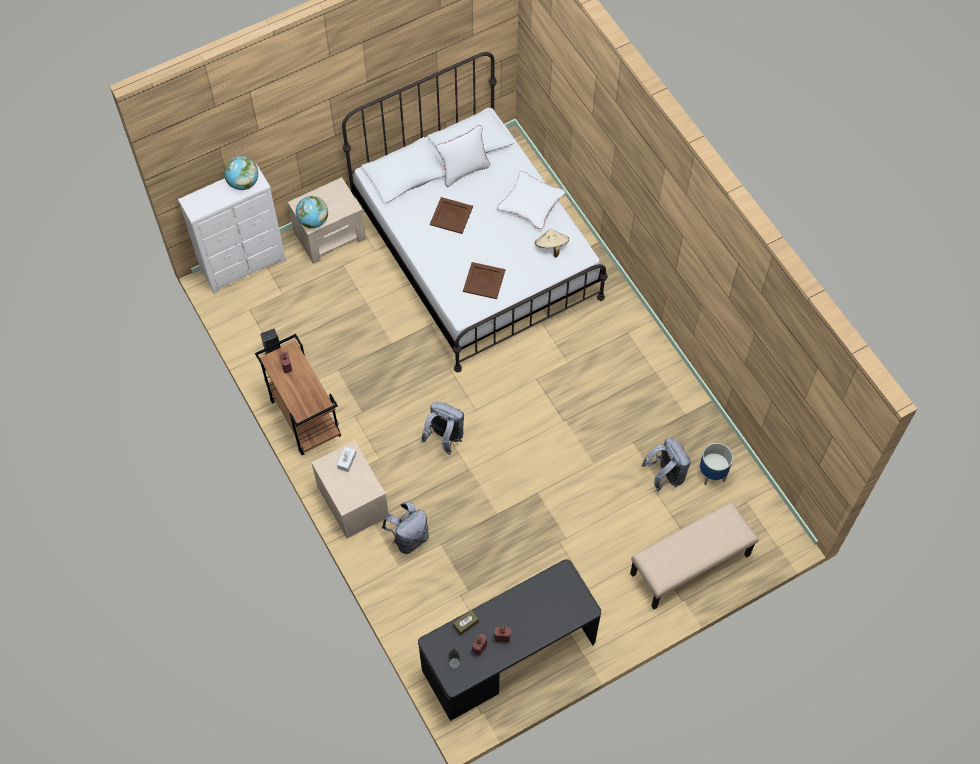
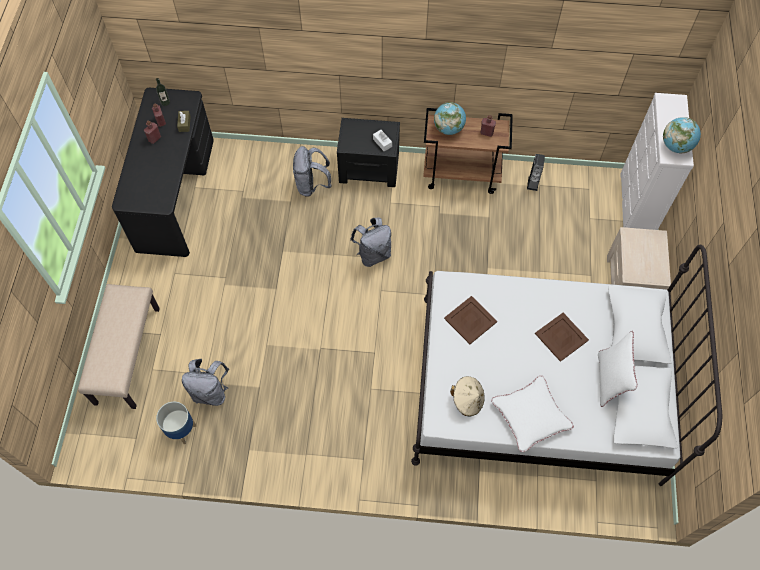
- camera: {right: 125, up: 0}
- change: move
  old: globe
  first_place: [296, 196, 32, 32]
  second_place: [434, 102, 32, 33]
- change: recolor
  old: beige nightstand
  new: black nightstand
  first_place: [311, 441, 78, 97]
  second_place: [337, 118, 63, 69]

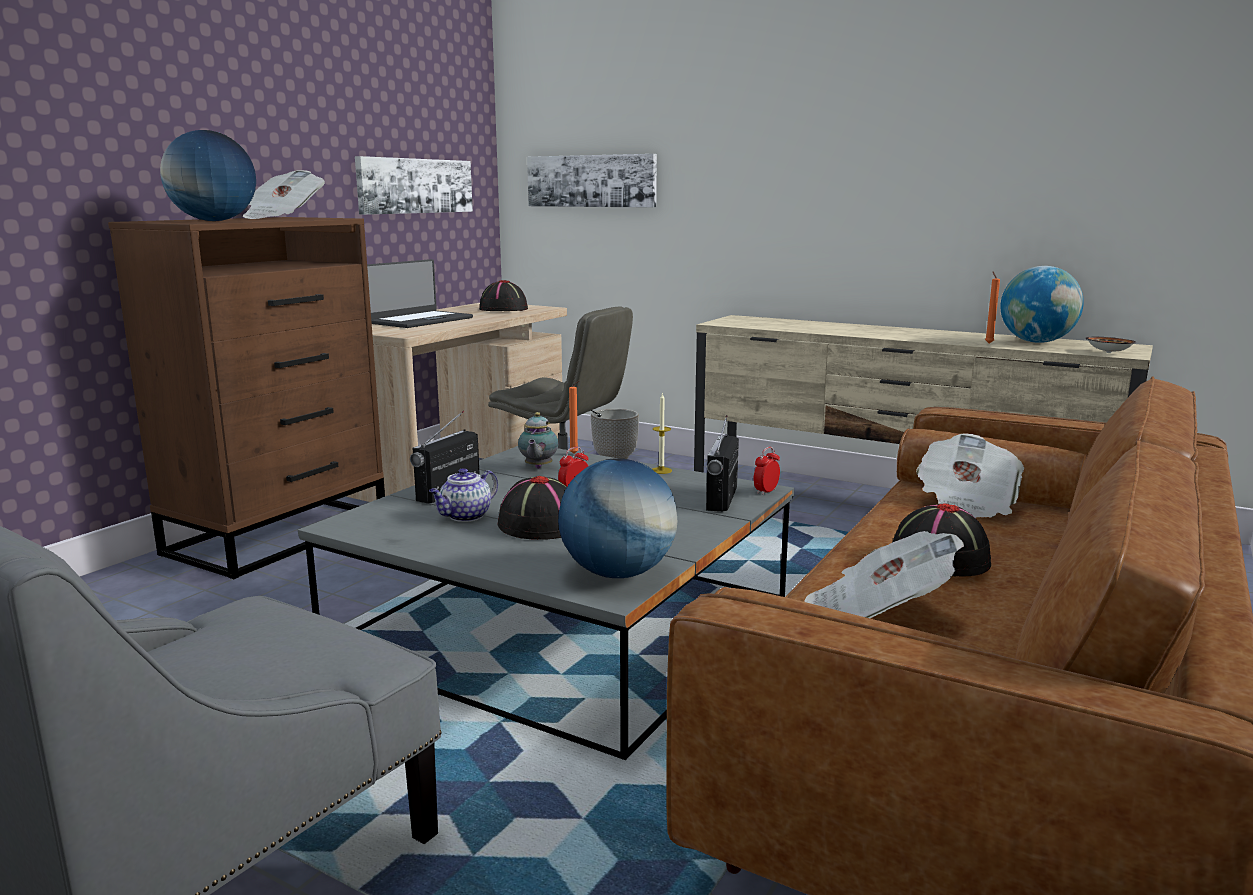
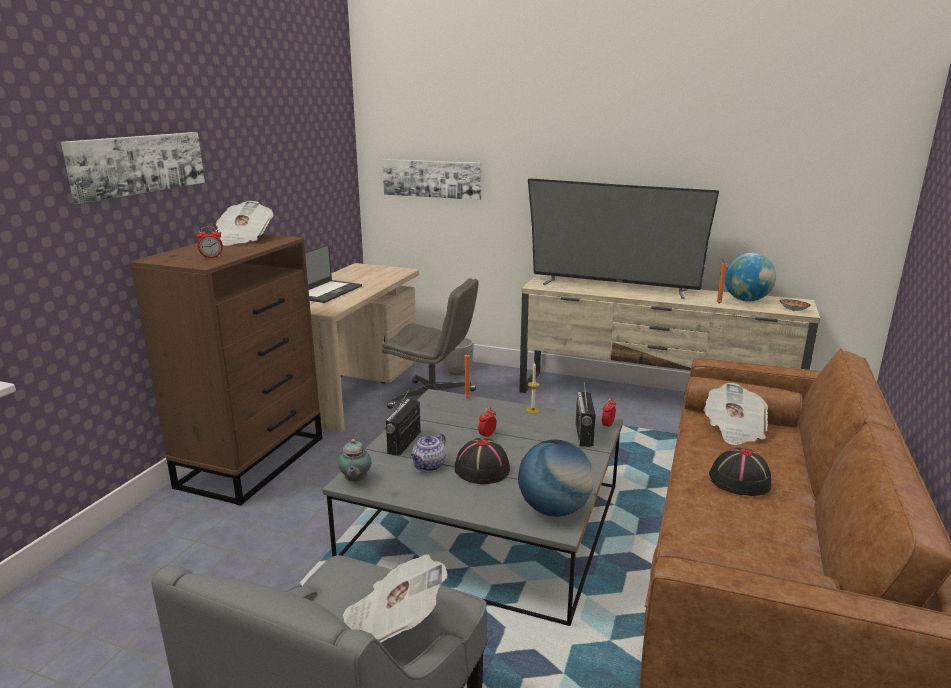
- camera: {right: -10, up: 5}
- change: replace
  old: globe
  new: alarm clock
  first_place: [160, 130, 96, 91]
  second_place: [197, 226, 26, 33]
- change: move
  old: picture
  first_place: [355, 156, 118, 59]
  second_place: [61, 132, 144, 72]
- change: delete
  old: black hat
  first_place: [479, 280, 49, 31]
- change: move
  old: teapot
  first_place: [518, 412, 40, 57]
  second_place: [338, 439, 33, 43]
- change: move
  old: newspaper
  first_place: [804, 531, 160, 87]
  second_place: [343, 555, 104, 87]
- change: insert
  new: television
  second_place: [528, 178, 191, 121]

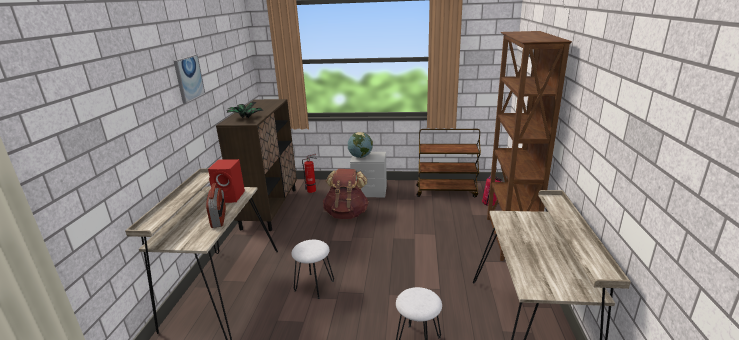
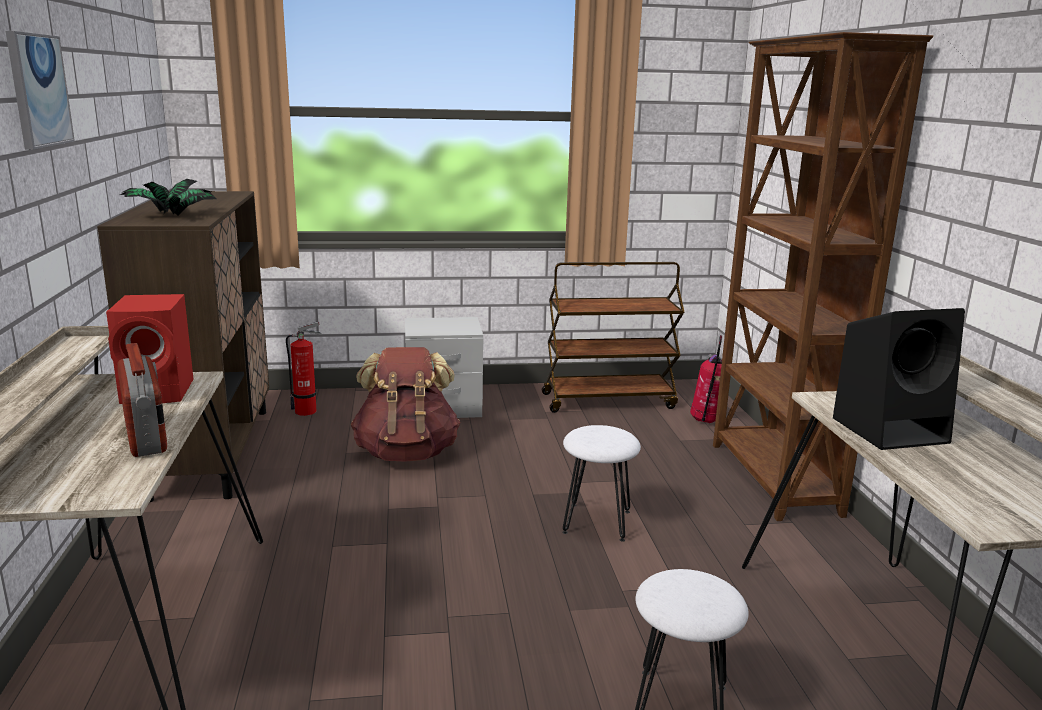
- camera: {right: -15, up: -5}
- change: delete
  old: globe
  first_place: [348, 132, 25, 26]
- change: move
  old: white stool
  first_place: [291, 240, 43, 59]
  second_place: [562, 425, 79, 117]
- change: insert
  new: black speaker
  second_place: [833, 308, 132, 142]

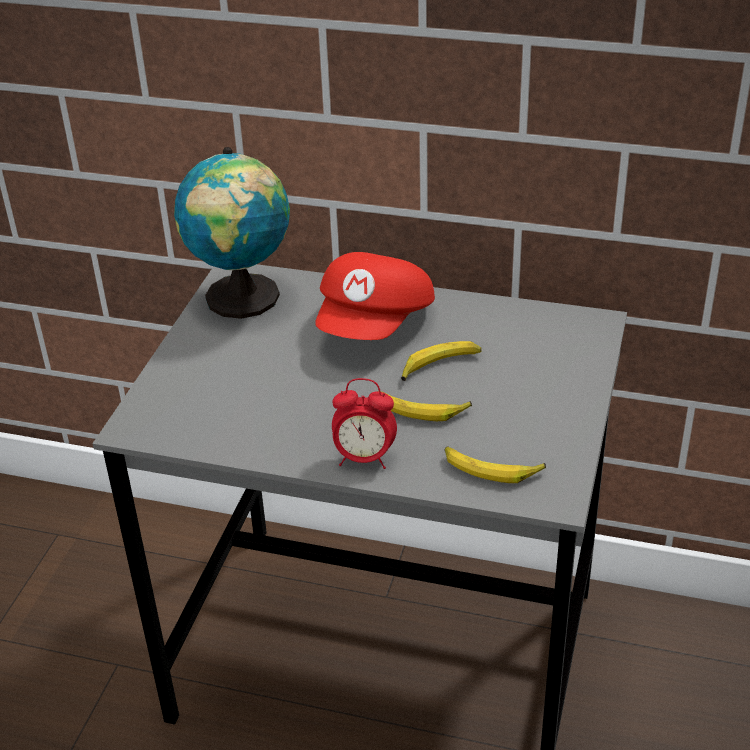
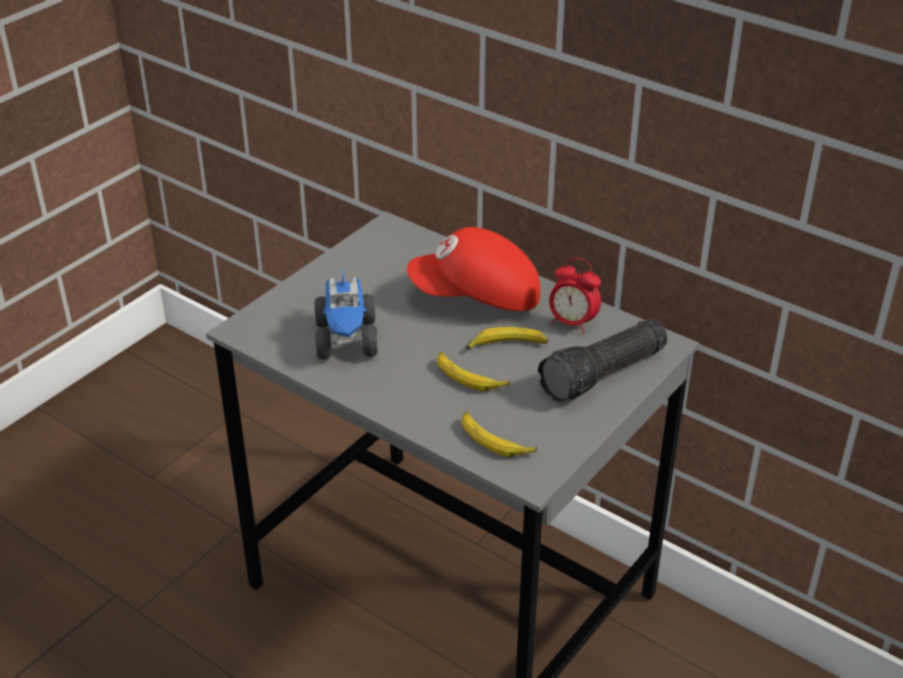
- camera: {right: 20, up: 0}
- change: delete
  old: globe
  first_place: [174, 147, 116, 172]
- change: rotate
  old: red cap
  first_place: [315, 252, 120, 88]
  second_place: [407, 227, 133, 84]
  degrees: 45
- change: move
  old: alarm clock
  first_place: [332, 378, 65, 91]
  second_place: [549, 258, 52, 76]
- change: insert
  new: toy truck
  second_place: [315, 266, 63, 94]
- change: insert
  new: flashlight
  second_place: [538, 319, 130, 83]

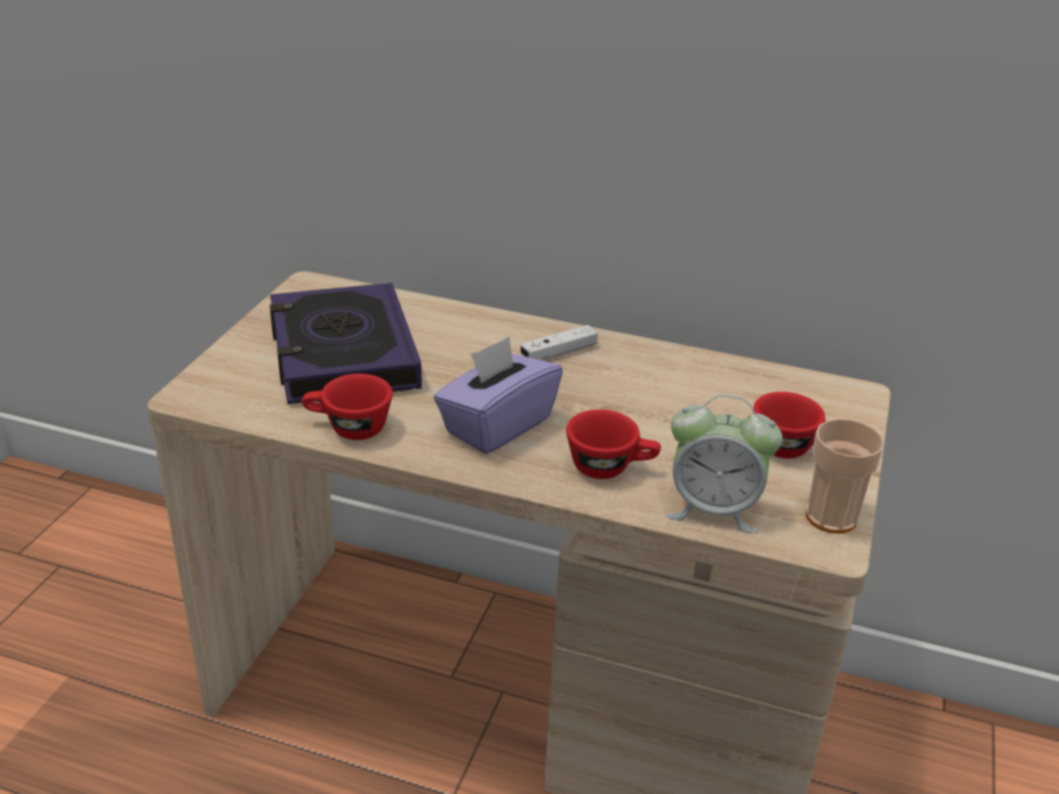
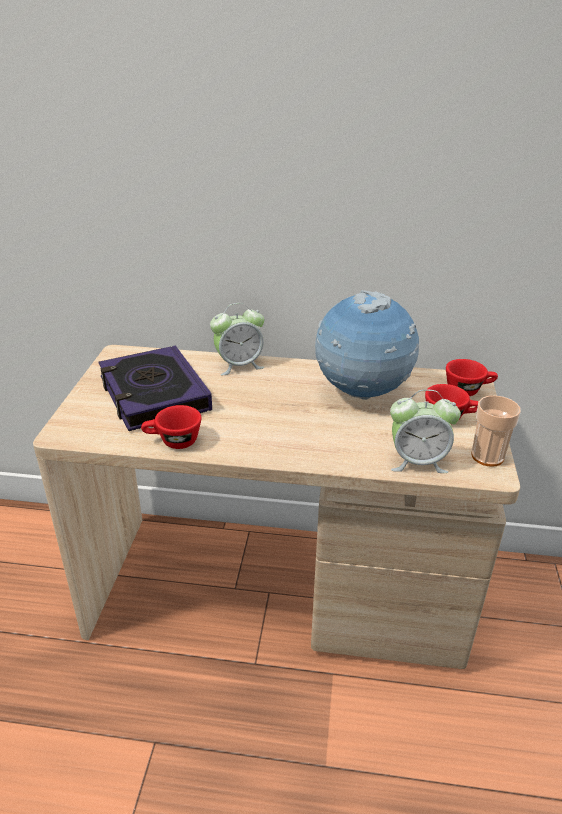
- camera: {right: -10, up: 0}
- change: delete
  old: white game controller
  first_place: [520, 325, 78, 34]
- change: delete
  old: purple tissue box
  first_place: [434, 337, 129, 117]
- change: move
  old: red cup
  first_place: [566, 409, 95, 70]
  second_place: [446, 359, 52, 37]
- change: insert
  new: globe
  second_place: [315, 290, 104, 110]
- change: insert
  new: alarm clock
  second_place: [210, 303, 54, 72]

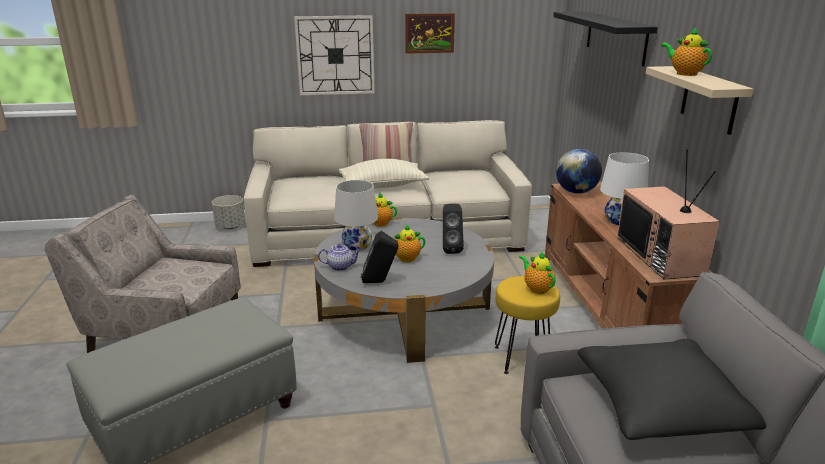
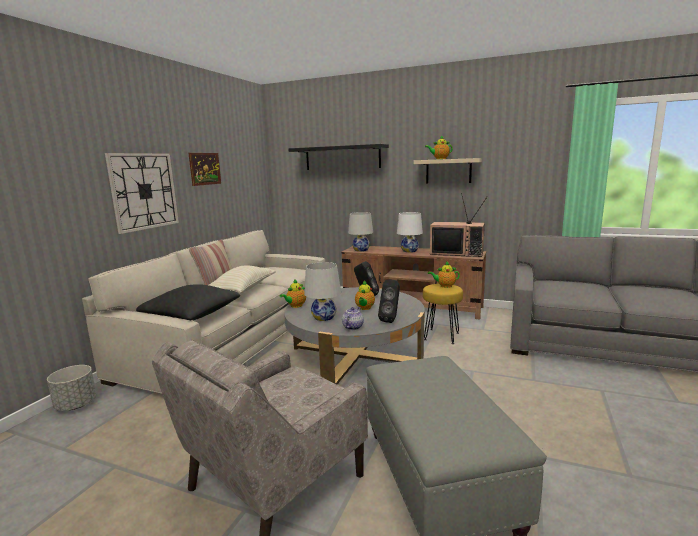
- camera: {right: -60, up: -10}
- change: replace
  old: globe
  new: white table lamp
  first_place: [556, 149, 46, 45]
  second_place: [348, 212, 25, 40]
- change: move
  old: black pillow
  first_place: [578, 339, 188, 101]
  second_place: [136, 284, 104, 36]

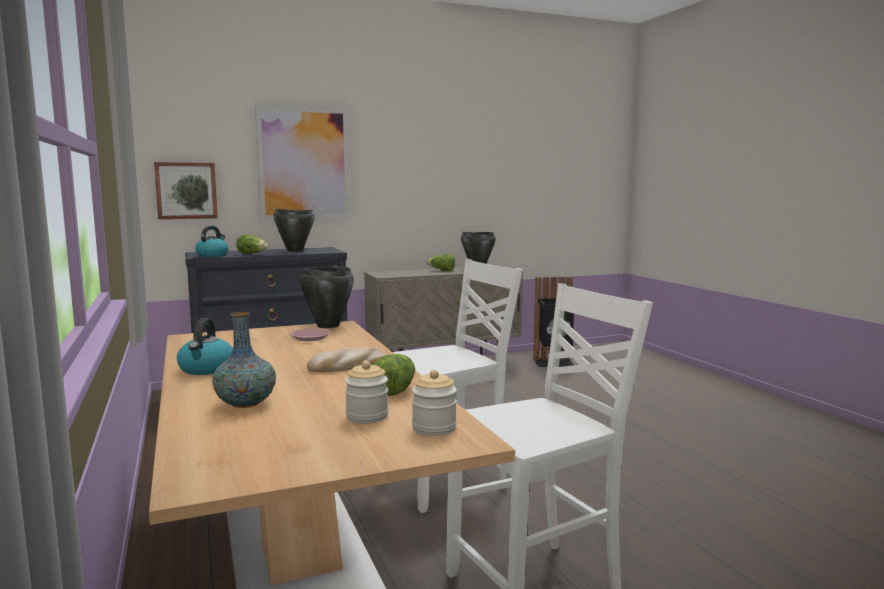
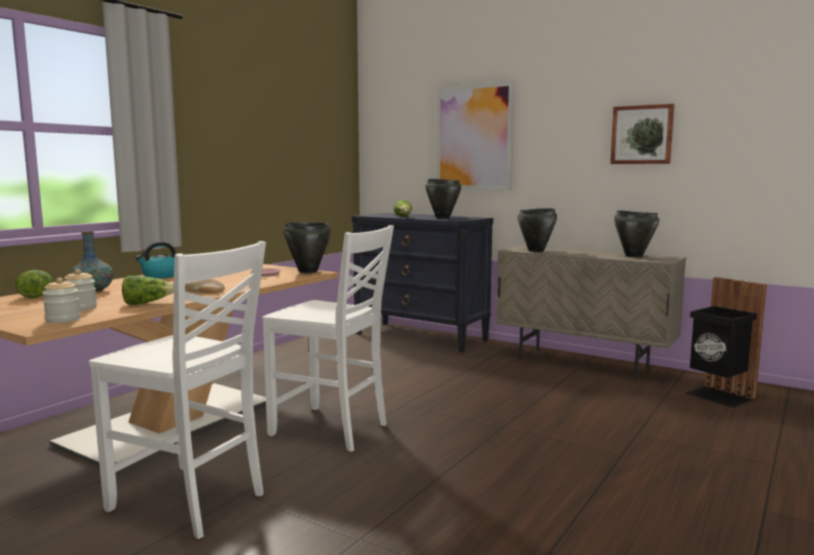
- camera: {right: 55, up: 0}
- change: move
  old: picture
  first_place: [154, 162, 64, 57]
  second_place: [610, 104, 64, 60]
- change: delete
  old: kettle
  first_place: [195, 226, 33, 31]
- change: move
  old: lettuce
  first_place: [426, 254, 29, 17]
  second_place: [15, 270, 38, 28]
- change: insert
  new: black cooking pot
  second_place: [518, 208, 39, 44]

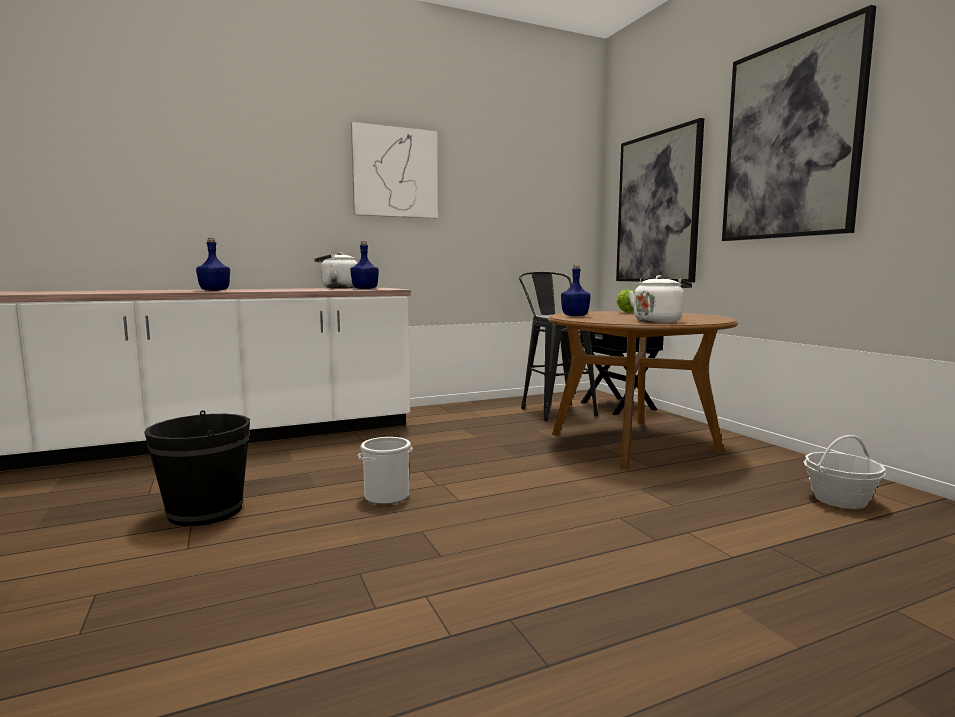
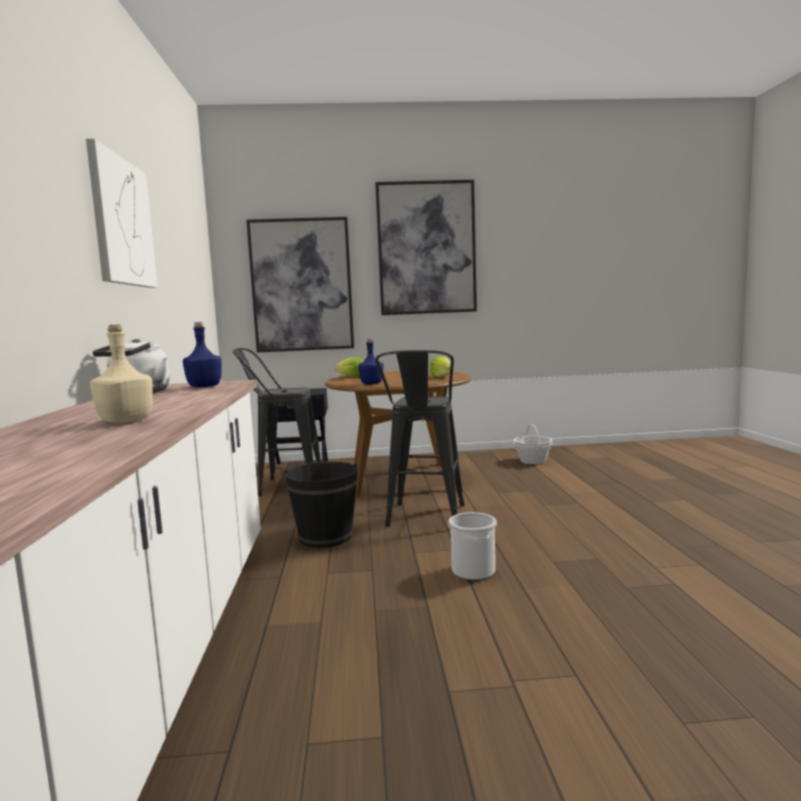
- camera: {right: -70, up: 0}
- change: recolor
  old: blue bottle
  new: beige bottle
  first_place: [196, 238, 34, 53]
  second_place: [90, 325, 63, 98]
- change: replace
  old: white kettle
  new: lettuce
  first_place: [628, 275, 64, 48]
  second_place: [430, 356, 24, 21]
- change: move
  old: black bucket
  first_place: [144, 410, 106, 116]
  second_place: [285, 462, 73, 86]
- change: insert
  new: black stool
  second_place: [375, 350, 89, 177]

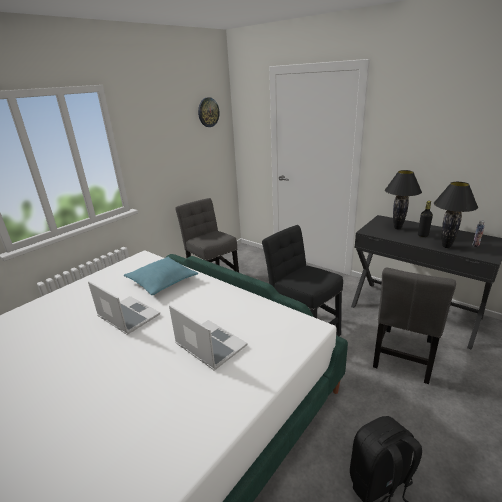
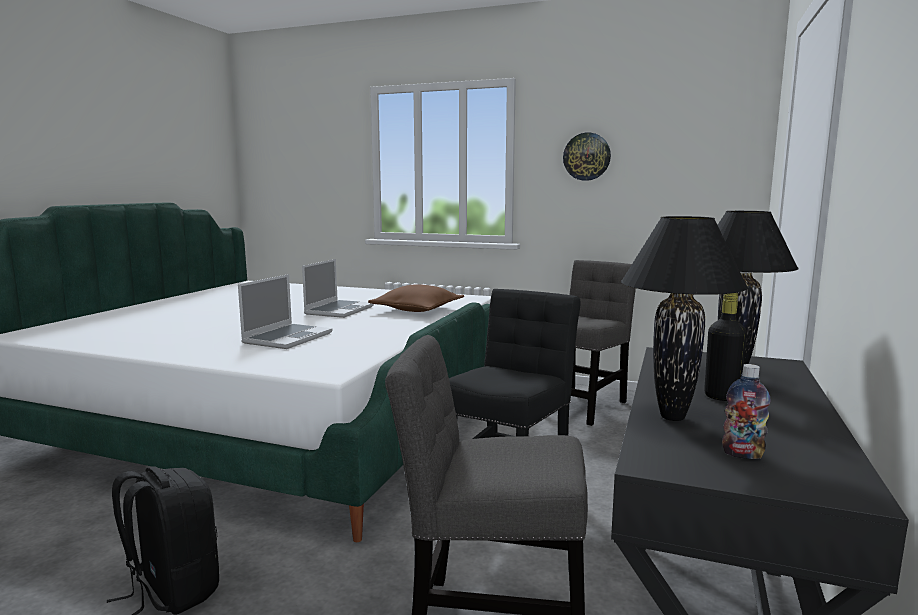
- camera: {right: 70, up: -15}
- change: move
  old: wall clock
  first_place: [198, 97, 22, 30]
  second_place: [563, 132, 48, 49]
- change: recolor
  old: turquoise pillow
  new: brown pillow
  first_place: [124, 257, 74, 38]
  second_place: [368, 284, 96, 28]

